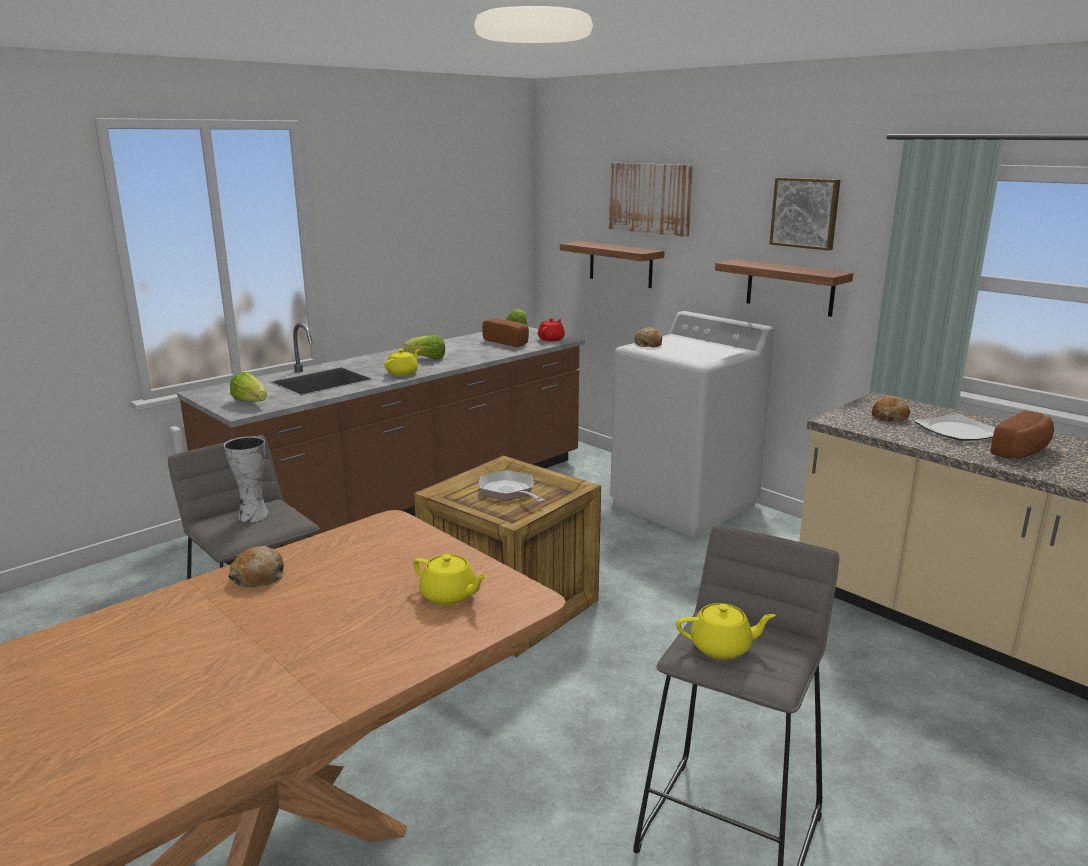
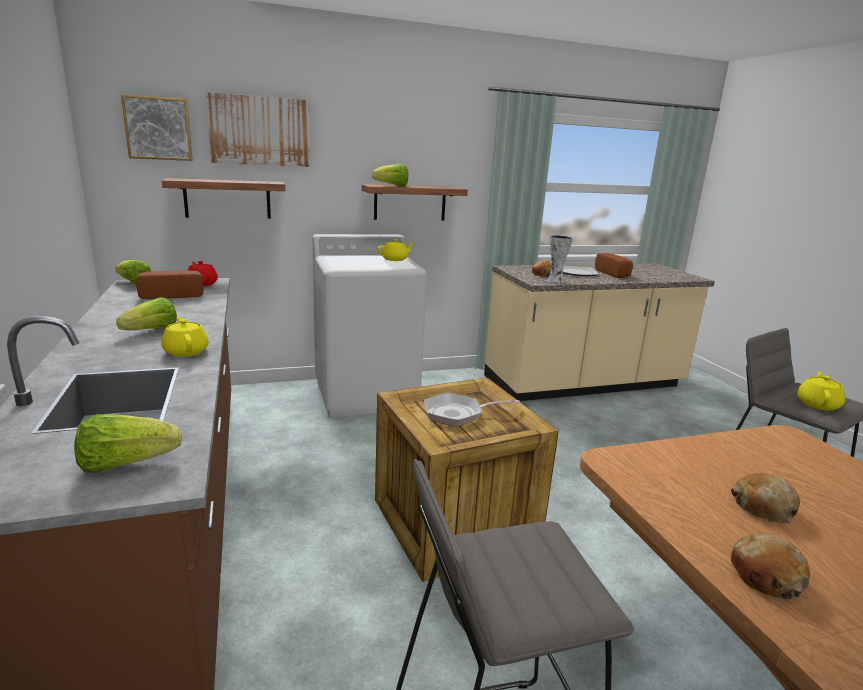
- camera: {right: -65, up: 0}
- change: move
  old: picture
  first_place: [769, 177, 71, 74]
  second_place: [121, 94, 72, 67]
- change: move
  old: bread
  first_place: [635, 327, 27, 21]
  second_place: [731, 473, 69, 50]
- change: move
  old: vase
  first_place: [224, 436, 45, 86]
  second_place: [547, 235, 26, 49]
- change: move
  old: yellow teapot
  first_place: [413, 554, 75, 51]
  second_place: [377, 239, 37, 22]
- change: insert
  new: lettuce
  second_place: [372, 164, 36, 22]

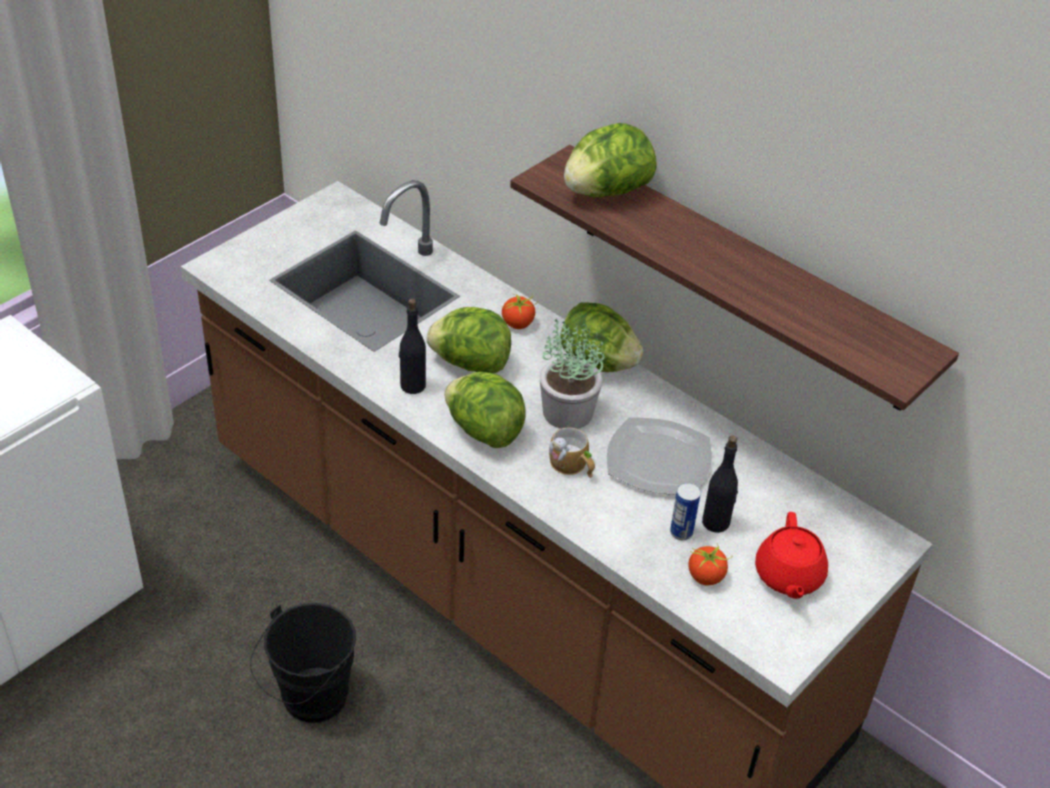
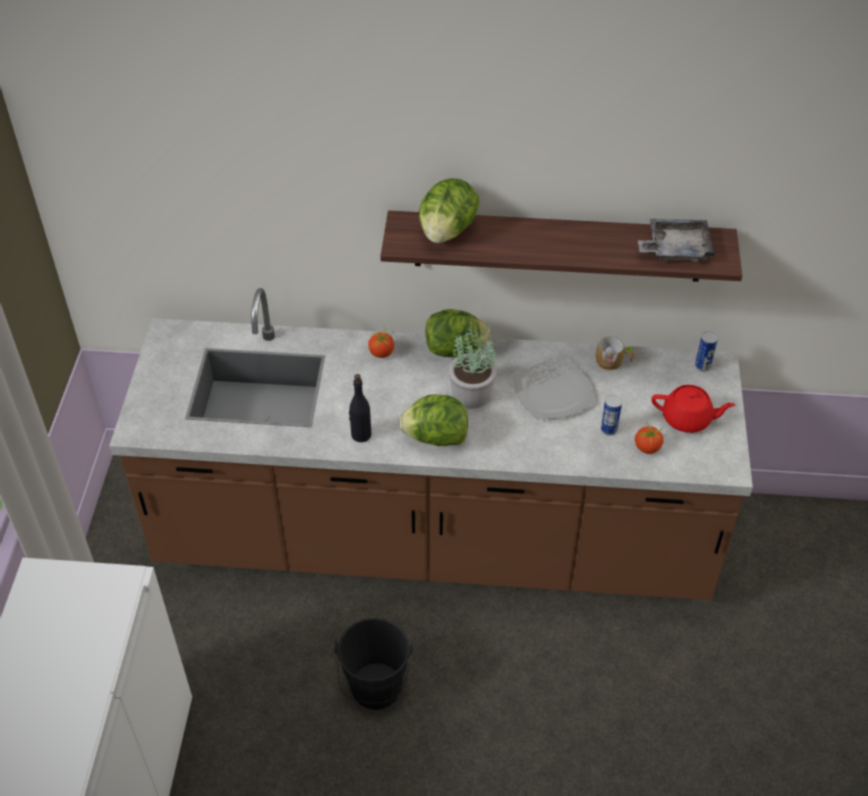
- camera: {right: -35, up: 5}
- change: delete
  old: lettuce
  first_place: [426, 307, 85, 66]
- change: move
  old: mug
  first_place: [549, 427, 46, 51]
  second_place: [596, 337, 39, 33]
- change: delete
  old: black bottle
  first_place: [702, 435, 36, 98]
- change: rotate
  old: red teapot
  first_place: [755, 512, 73, 87]
  second_place: [651, 385, 84, 48]
  degrees: -45
- change: insert
  new: grey tray
  second_place: [638, 219, 77, 43]
- change: insert
  new: can
  second_place: [695, 331, 23, 41]

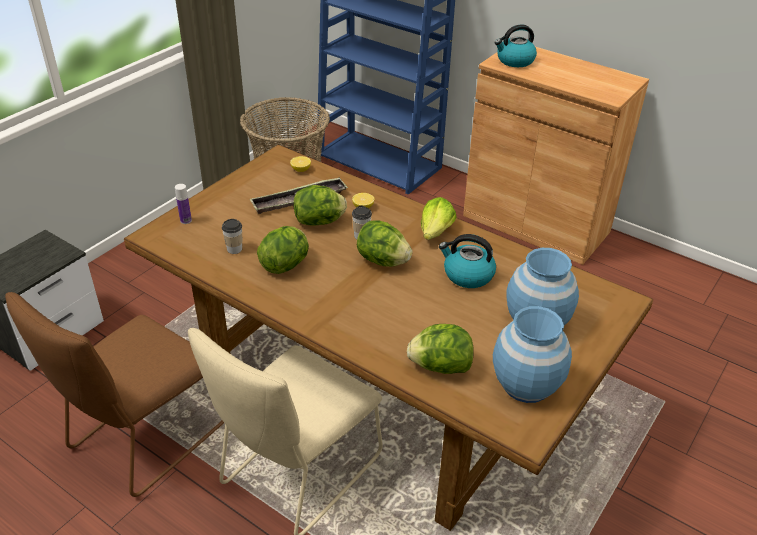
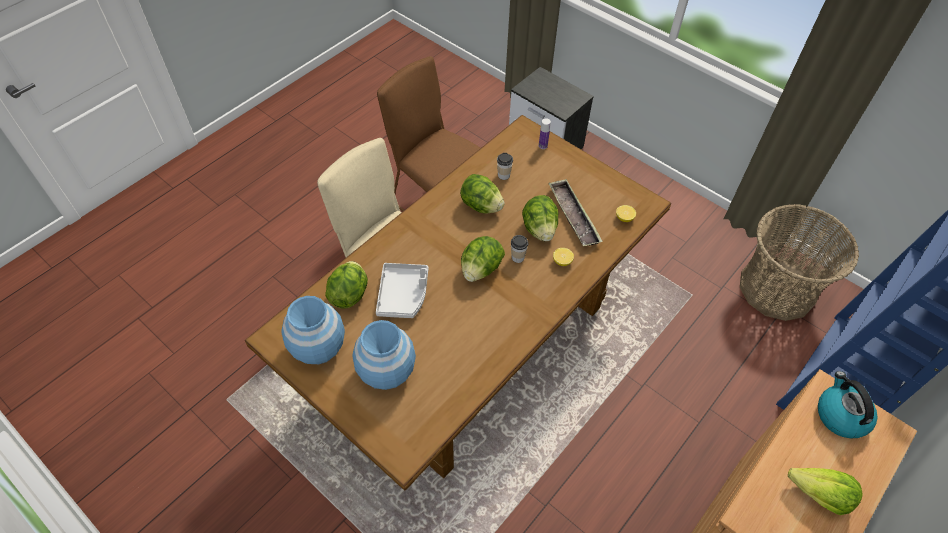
- camera: {right: 95, up: 15}
- change: move
  old: lettuce
  first_place: [421, 197, 36, 43]
  second_place: [788, 468, 75, 47]
- change: delete
  old: kettle
  first_place: [439, 234, 57, 54]
- change: insert
  new: grey tray
  second_place: [376, 263, 52, 55]

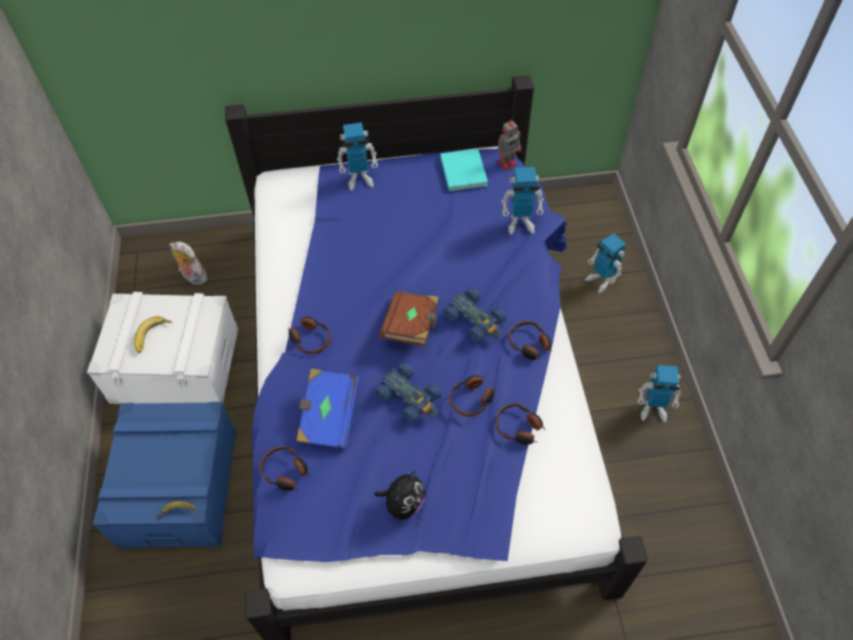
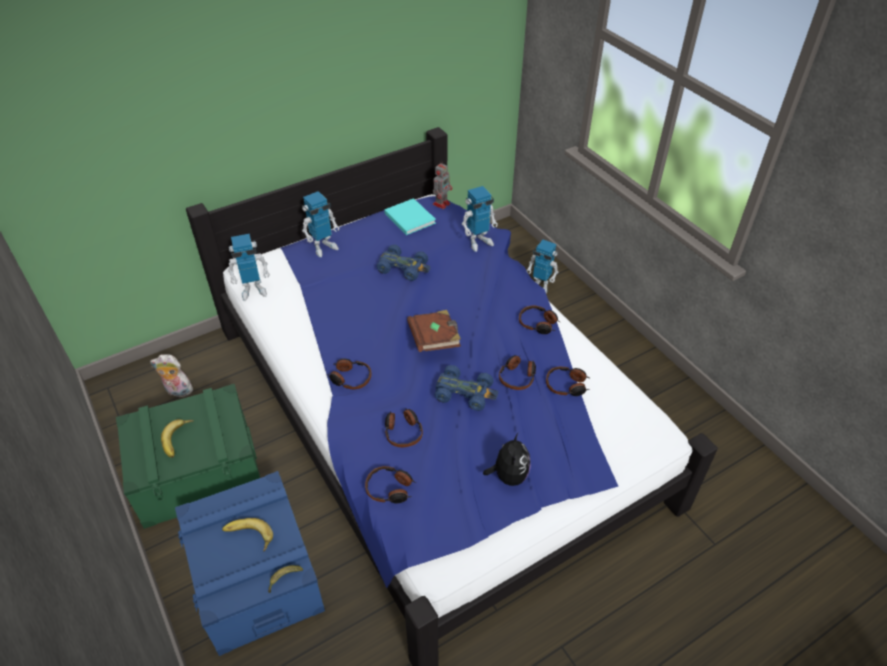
- camera: {right: -25, up: -10}
- change: move
  old: blue toy car
  first_place: [444, 288, 62, 55]
  second_place: [377, 245, 53, 36]
- change: recolor
  old: white storage box
  new: green storage box
  first_place: [87, 292, 151, 112]
  second_place: [116, 384, 144, 145]
- change: move
  old: toy robot
  first_place: [638, 365, 43, 58]
  second_place: [228, 234, 42, 67]
- change: replace
  old: blue book
  new: headphones
  first_place: [296, 369, 63, 80]
  second_place: [385, 408, 38, 39]
- change: insert
  new: banana
  second_place: [222, 518, 51, 33]

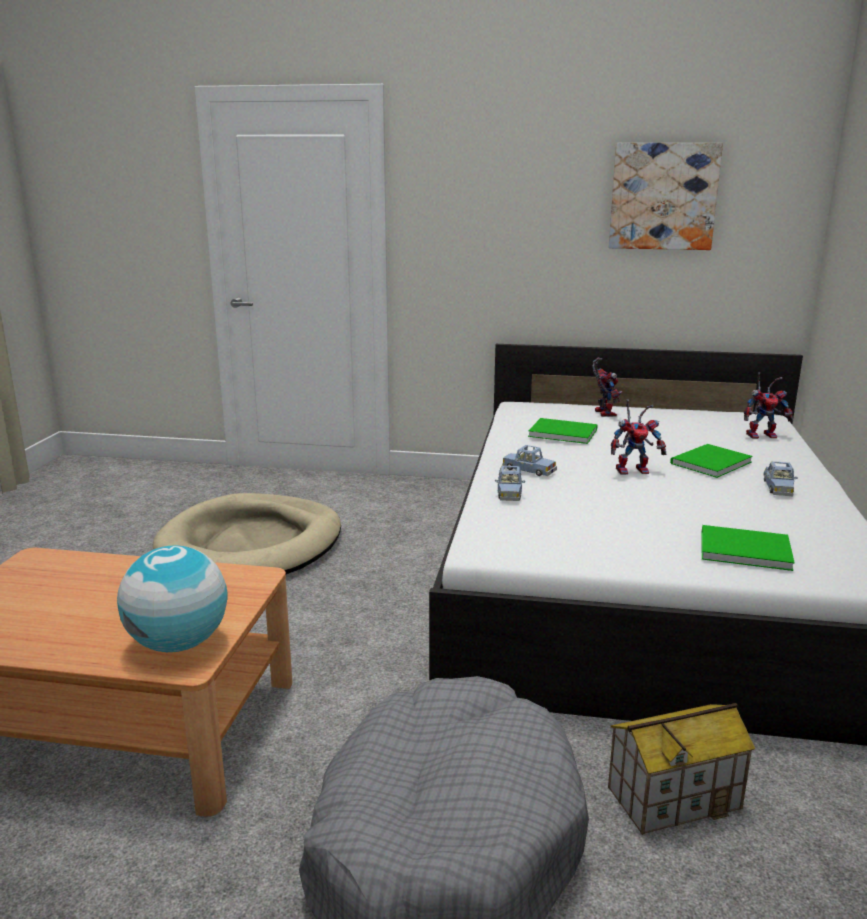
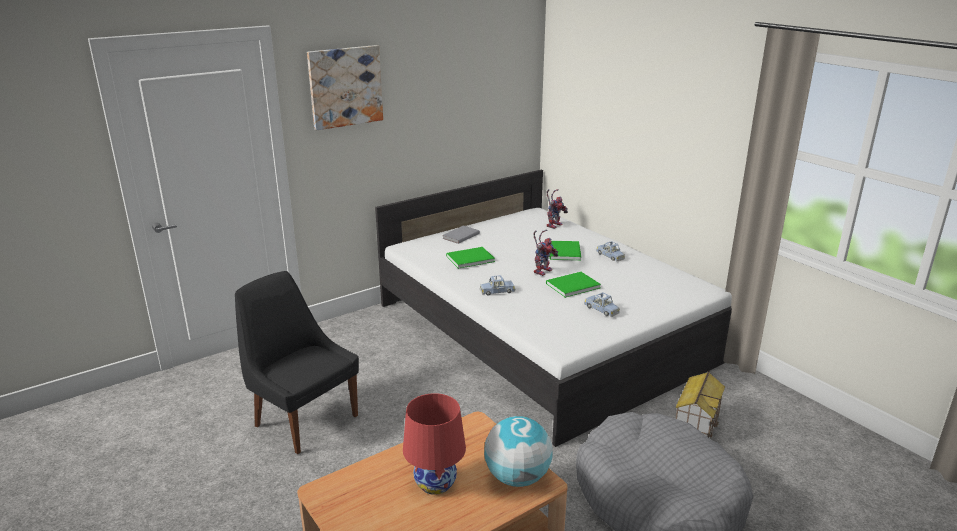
- camera: {right: -45, up: 5}
- change: move
  old: picture
  first_place: [609, 143, 114, 107]
  second_place: [307, 45, 76, 85]
- change: replace
  old: toy robot
  new: grey book
  first_place: [592, 358, 30, 59]
  second_place: [442, 226, 38, 18]
- change: move
  old: blue toy car
  first_place: [495, 466, 30, 35]
  second_place: [584, 292, 36, 25]
- change: replace
  old: beige dog bed
  new: black chair
  first_place: [152, 493, 189, 81]
  second_place: [235, 271, 124, 183]
- change: move
  old: green book
  first_place: [701, 525, 94, 46]
  second_place: [546, 272, 55, 26]
- change: insert
  new: red table lamp
  second_place: [403, 393, 63, 102]

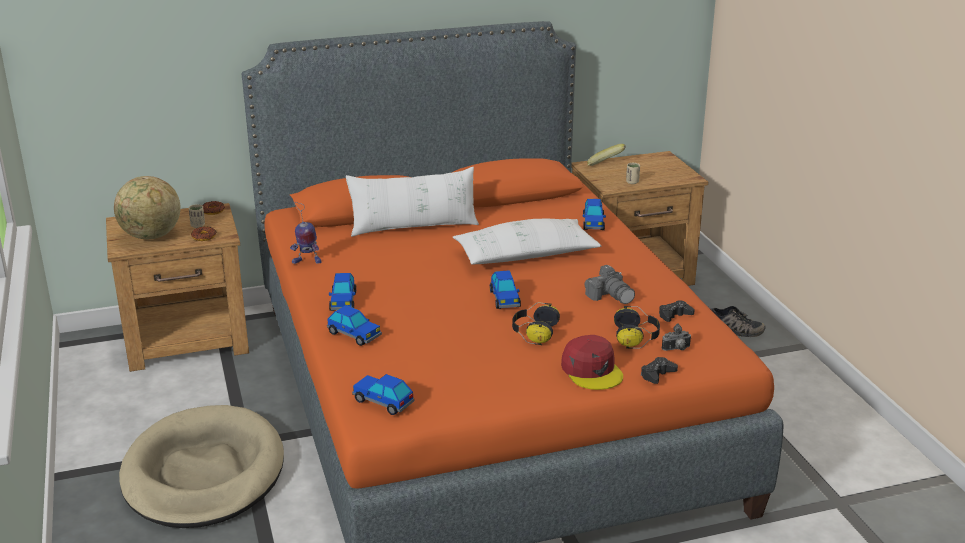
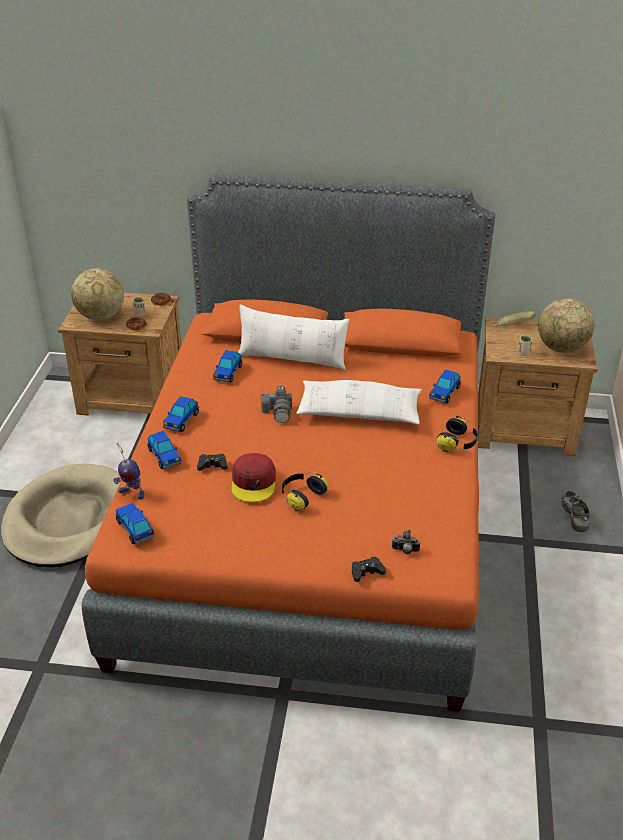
- camera: {right: 25, up: 10}
- change: move
  old: toy robot
  first_place: [290, 202, 32, 62]
  second_place: [113, 443, 31, 56]
- change: move
  old: photo camera
  first_place: [585, 265, 50, 39]
  second_place: [260, 386, 32, 37]
- change: move
  old: toy car
  first_place: [490, 270, 31, 39]
  second_place: [213, 350, 29, 33]
- change: move
  old: black game controller
  first_place: [659, 300, 36, 22]
  second_place: [197, 454, 31, 17]
- change: move
  old: headphones
  first_place: [614, 306, 46, 43]
  second_place: [436, 416, 42, 37]
- change: rotate
  old: shoe
  first_place: [707, 306, 59, 31]
  second_place: [562, 490, 28, 42]
  degrees: -135
- change: move
  old: red cap
  first_place: [561, 335, 62, 55]
  second_place: [231, 453, 45, 49]
- change: insert
  new: globe
  second_place: [538, 298, 56, 55]

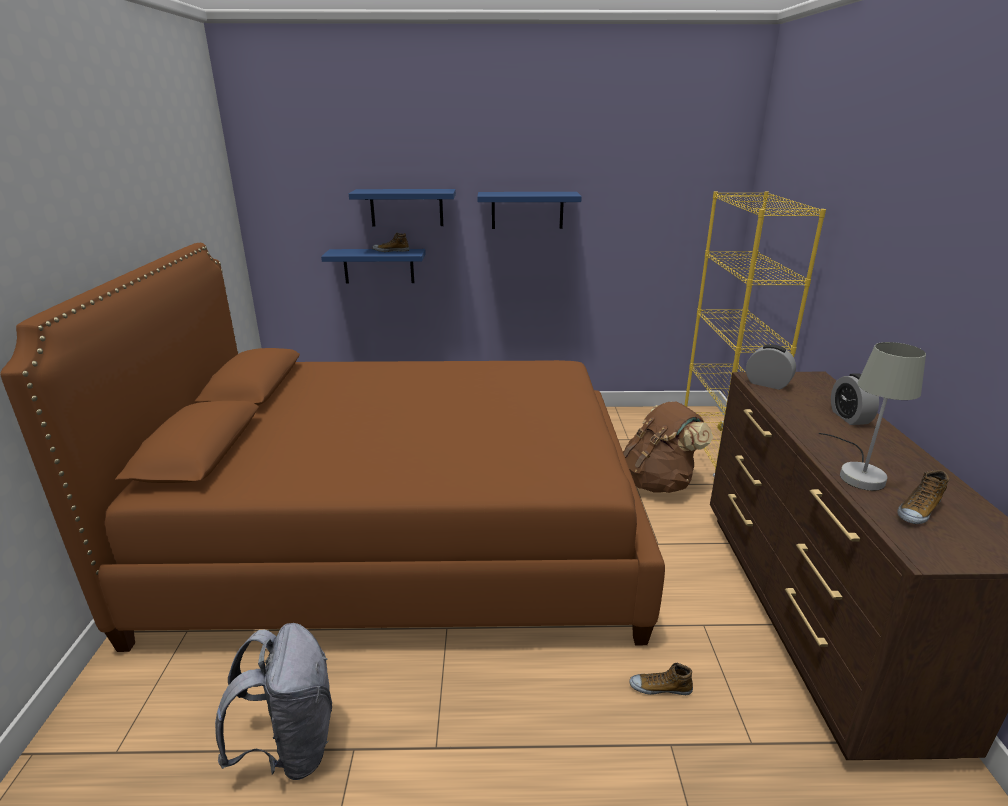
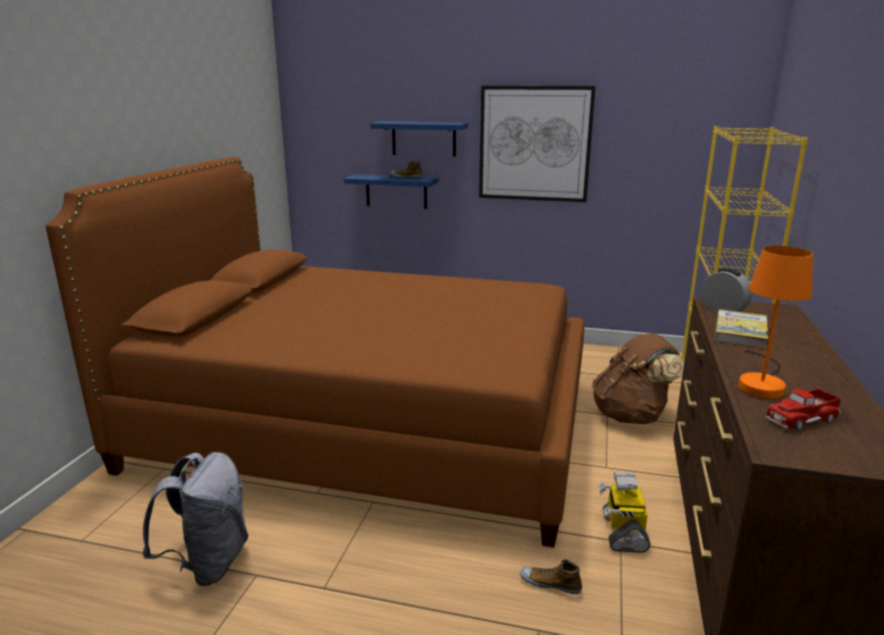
- camera: {right: 15, up: -5}
- change: replace
  old: blue shelf
  new: picture
  first_place: [477, 192, 105, 37]
  second_place: [479, 86, 116, 116]
- change: recolor
  old: grey table lamp
  new: orange table lamp
  first_place: [819, 342, 107, 149]
  second_place: [738, 246, 75, 153]
- change: delete
  old: alarm clock
  first_place: [831, 373, 48, 52]
- change: replace
  old: shoe
  new: toy truck
  first_place: [897, 470, 52, 54]
  second_place: [765, 388, 76, 42]
- change: insert
  new: book
  second_place: [714, 309, 54, 39]
- change: insert
  new: toy robot
  second_place: [599, 472, 51, 81]

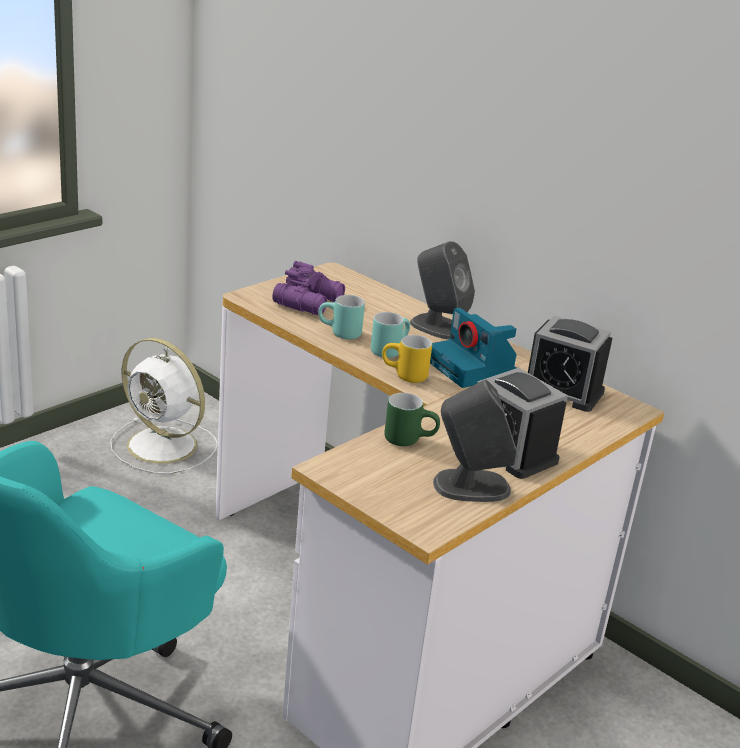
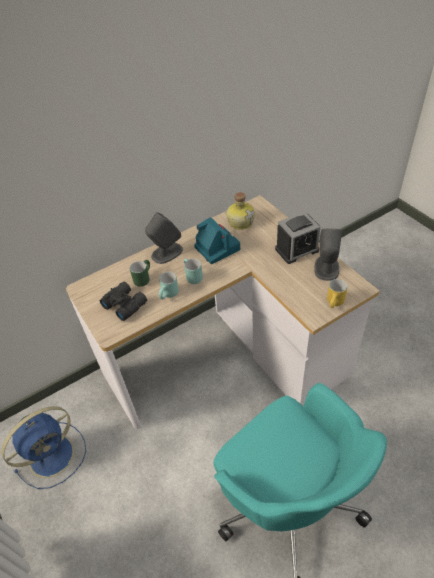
- camera: {right: -70, up: 20}
- change: recolor
  old: purple binoculars
  new: black binoculars
  first_place: [272, 261, 73, 54]
  second_place: [100, 282, 47, 39]
- change: rotate
  old: photo camera
  first_place: [430, 308, 86, 80]
  second_place: [194, 217, 46, 47]
  degrees: -105
- change: replace
  old: alarm clock
  new: bottle
  first_place: [528, 316, 84, 96]
  second_place: [226, 192, 29, 38]
- change: move
  old: yellow mug
  first_place: [382, 335, 50, 48]
  second_place: [327, 279, 20, 29]
- change: recolor
  old: white fan
  new: blue fan
  first_place: [110, 338, 108, 136]
  second_place: [1, 406, 85, 83]
- change: move
  old: green mug
  first_place: [384, 393, 56, 53]
  second_place: [130, 260, 20, 27]

